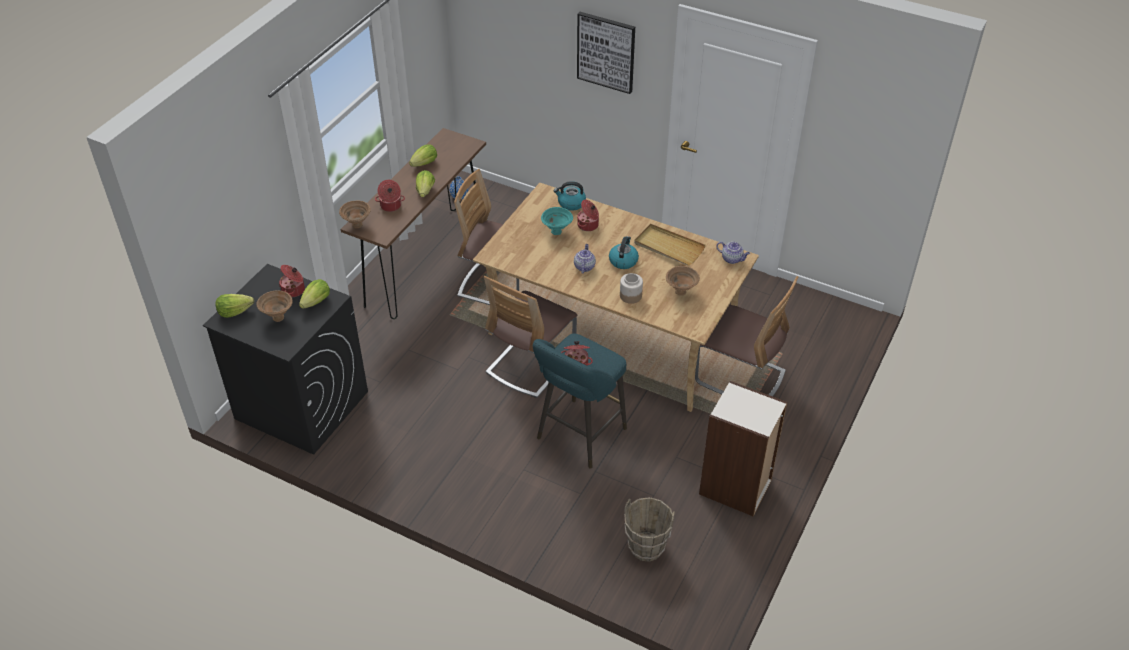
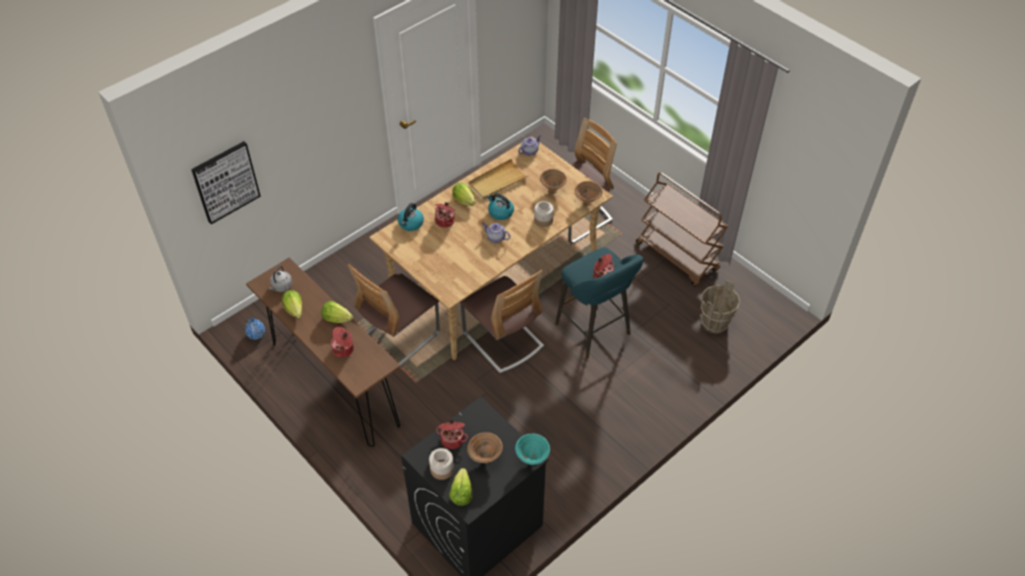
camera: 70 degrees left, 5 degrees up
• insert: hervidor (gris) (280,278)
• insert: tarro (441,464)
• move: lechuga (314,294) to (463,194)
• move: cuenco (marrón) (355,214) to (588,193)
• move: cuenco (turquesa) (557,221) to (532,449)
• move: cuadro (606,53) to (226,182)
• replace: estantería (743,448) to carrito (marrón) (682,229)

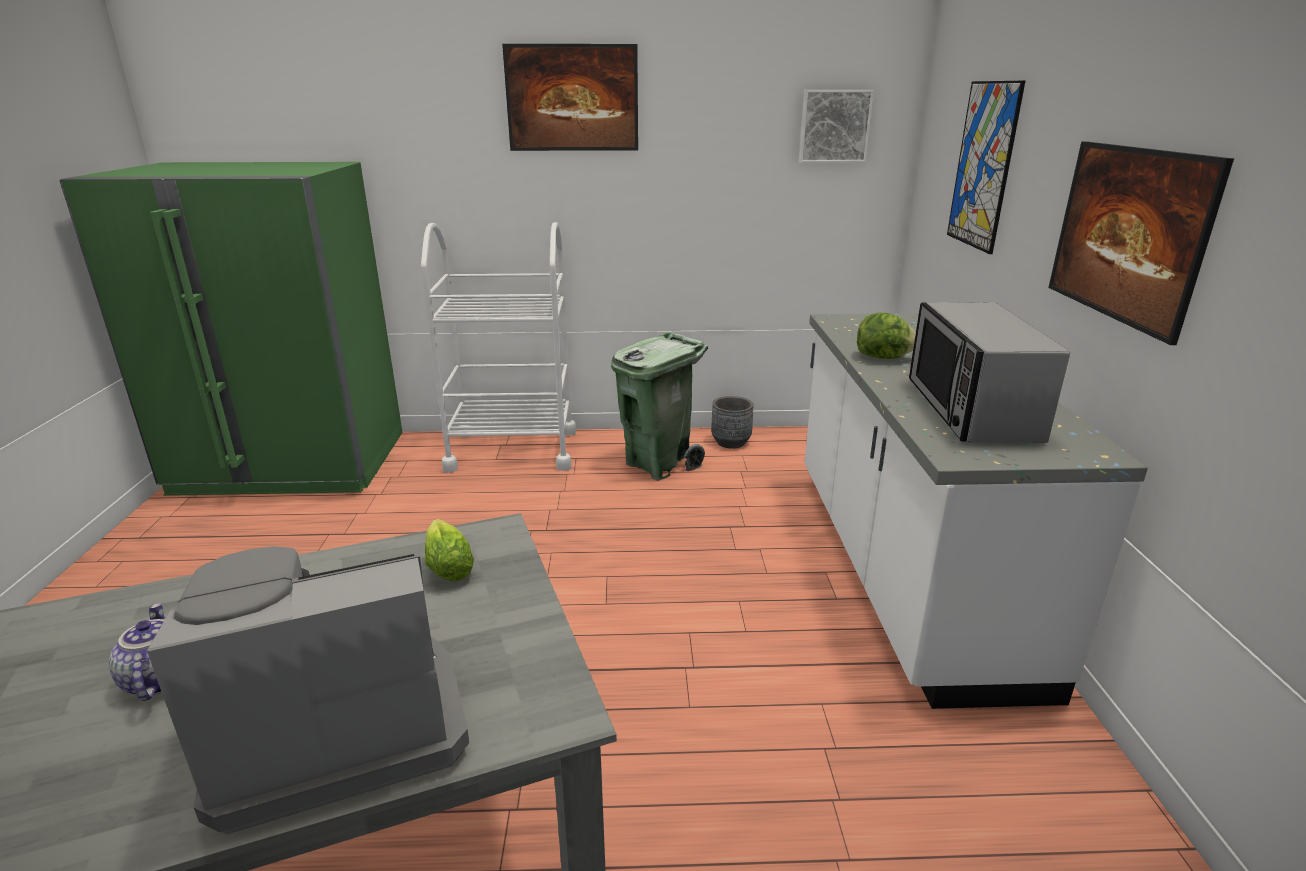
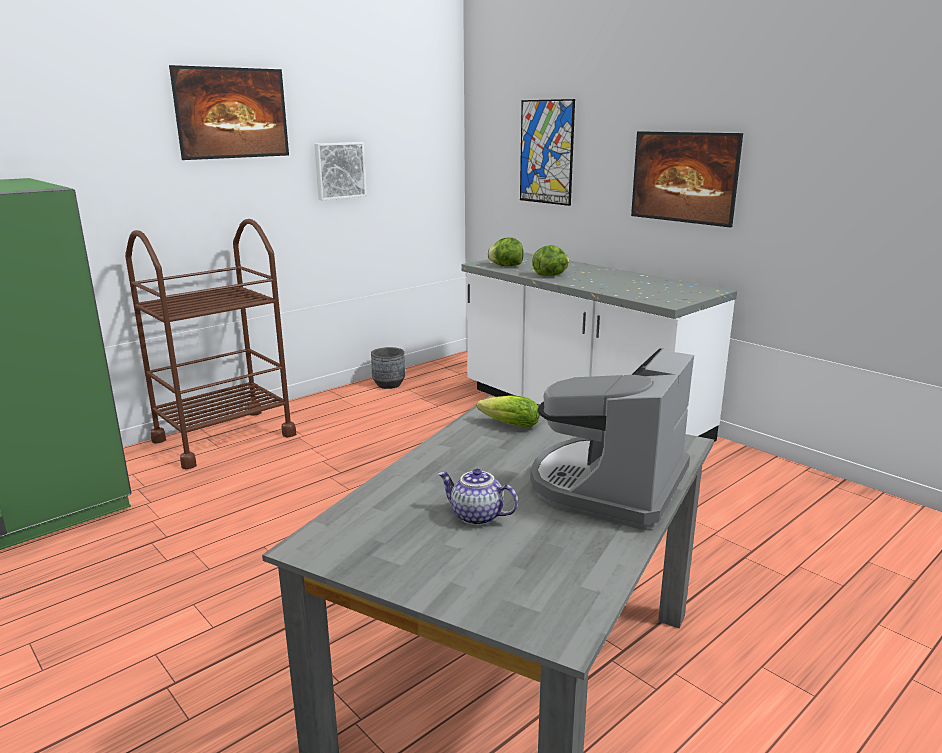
camera: 40 degrees left, 5 degrees down
• delete: papelera (verde) (659,406)
• delete: microondas (989,372)
• insert: lechuga (505,251)
• move: cuadro (836,126) to (340,171)
• recolor: carrito (blanco) (498,347) to carrito (marrón) (210,344)

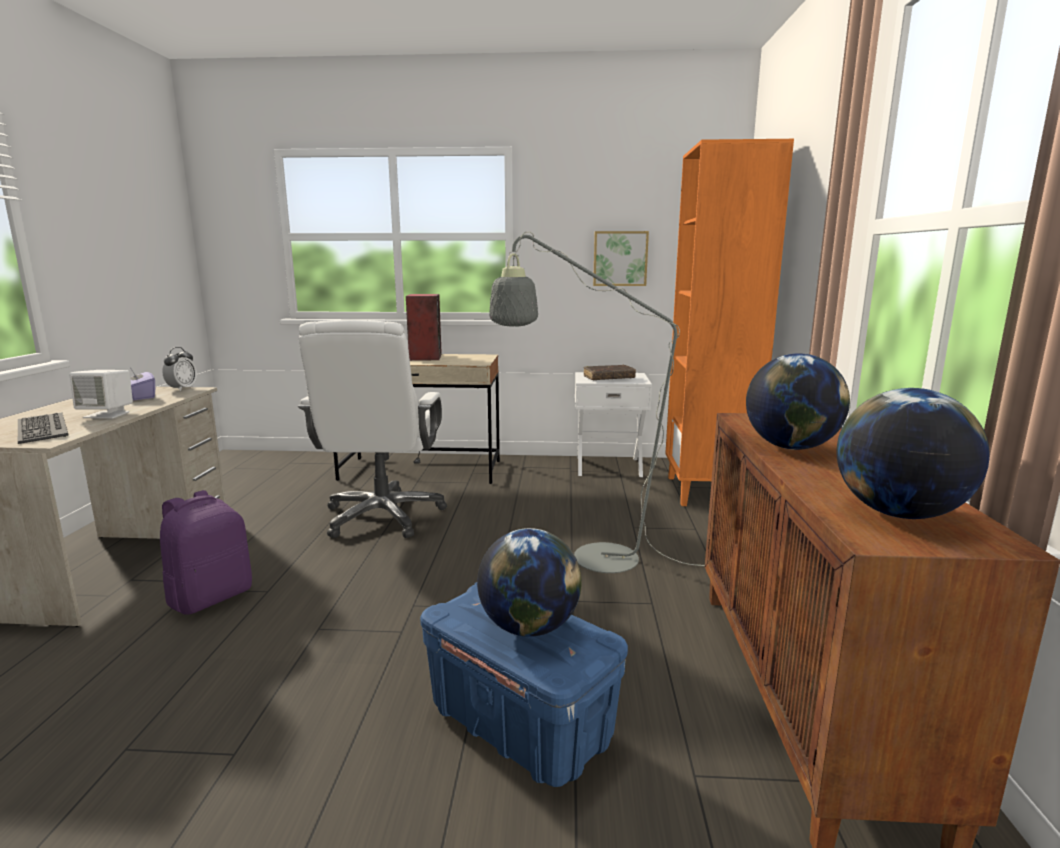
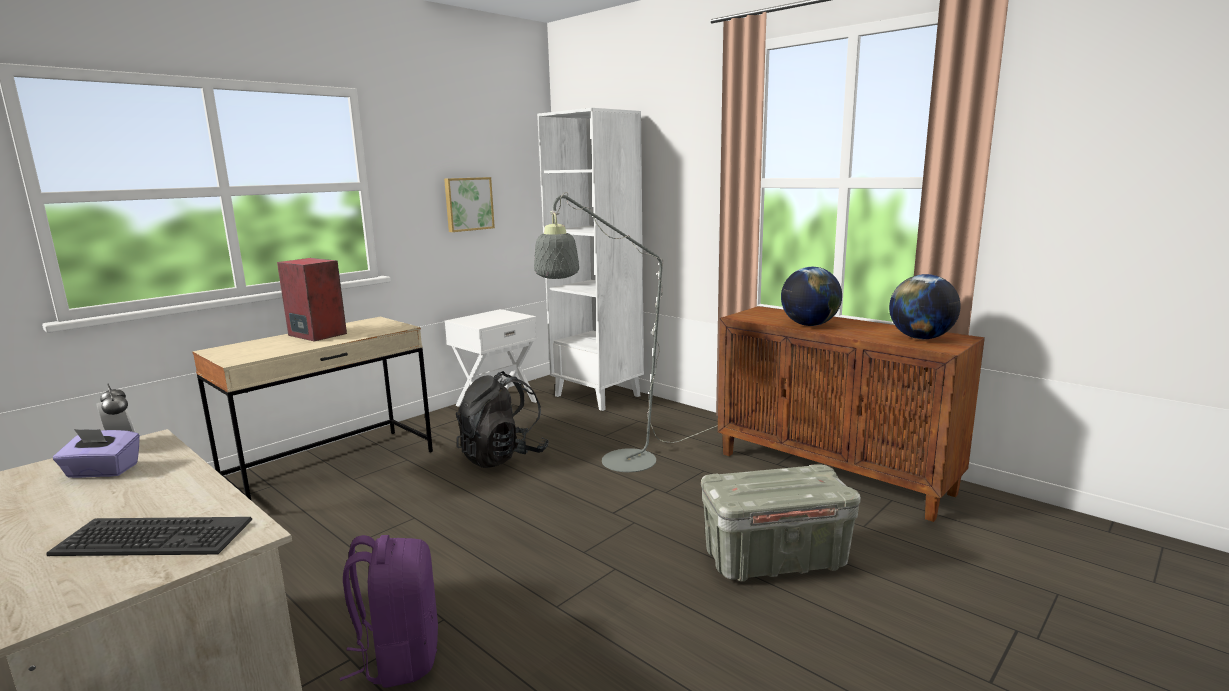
camera: 50 degrees left, 0 degrees up
• delete: altavoz (blanco) (101,394)
• delete: silla de oficina (blanco) (372,428)
• delete: globo terráqueo (529,582)
• delete: libro (marrón) (609,373)
• insert: mochila (negro) (502,419)
• recolor: caja de almacenaje (azul) (524,684) to caja de almacenaje (gris) (781,523)
• recolor: estantería (naranja) (729,322) to estantería (blanco) (590,259)

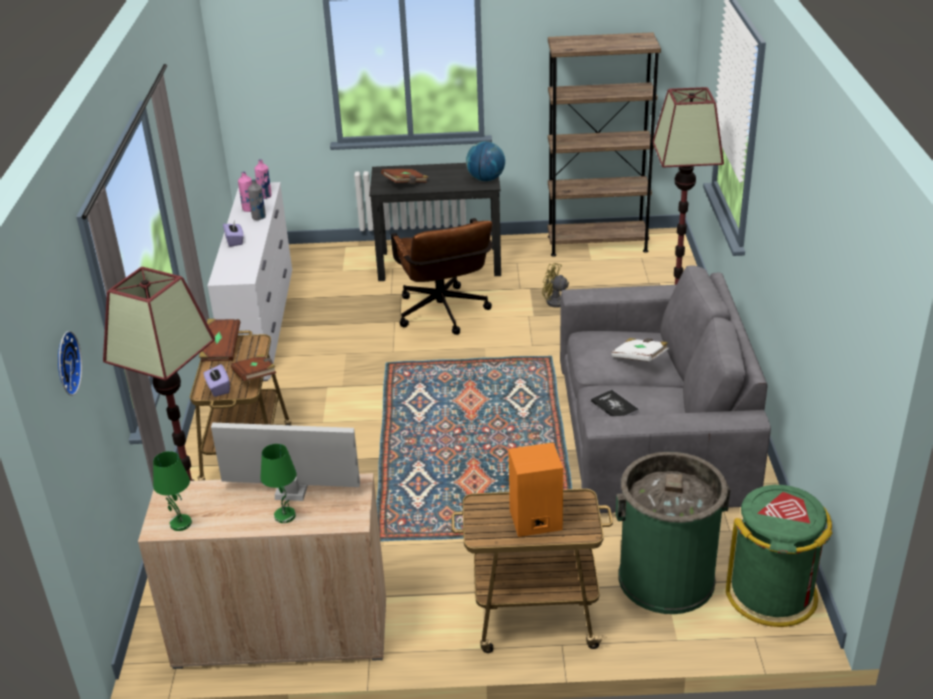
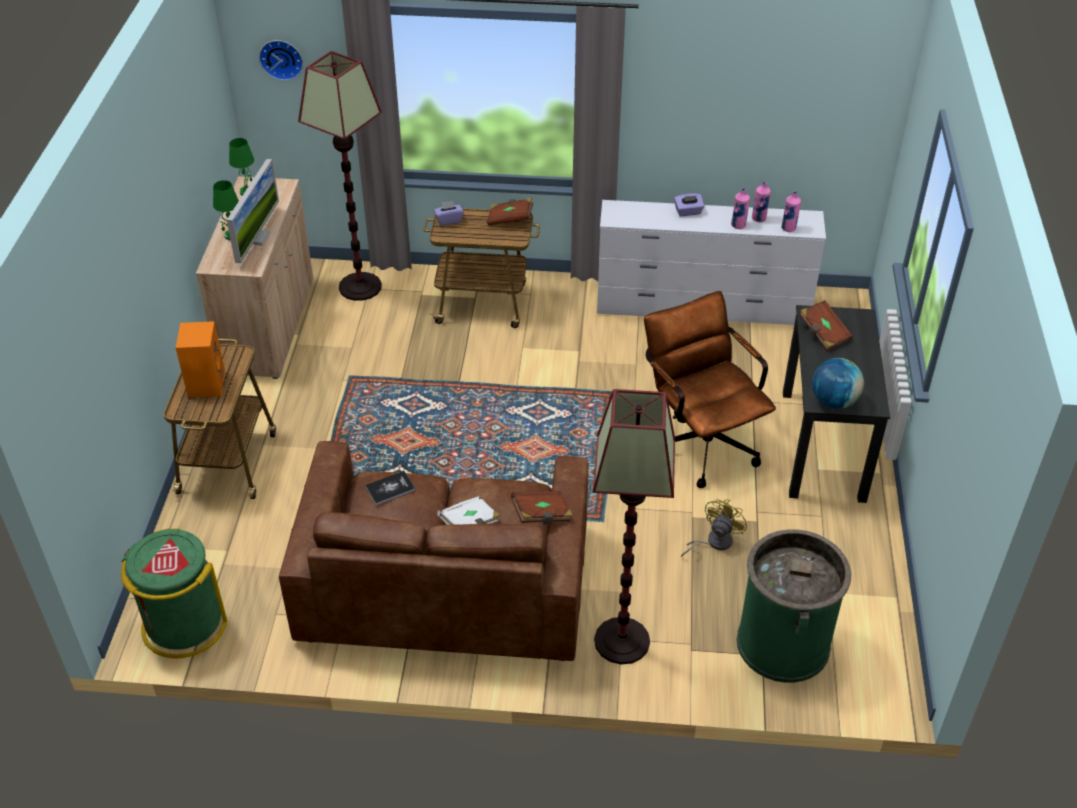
camera: 95 degrees right, 10 degrees up
• delete: estantería (marrón) (604,144)
• move: libro (marrón) (253,367) to (542,507)
• move: papelera (verde) (673,533) to (794,606)
• recolor: botella (gris) (257,199) to botella (rosa) (740,208)
• recolor: sofá (gris) (665,389) to sofá (marrón) (434,551)
• rotate: silla de oficina (marrón) (441,276) = (710,389) 75 degrees clockwise

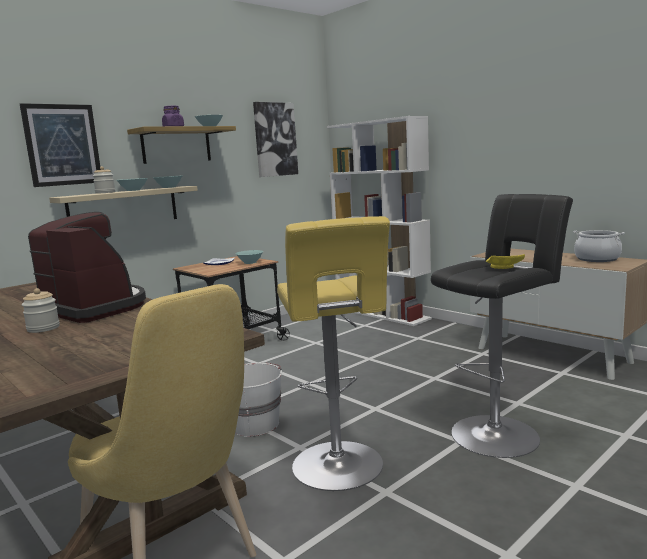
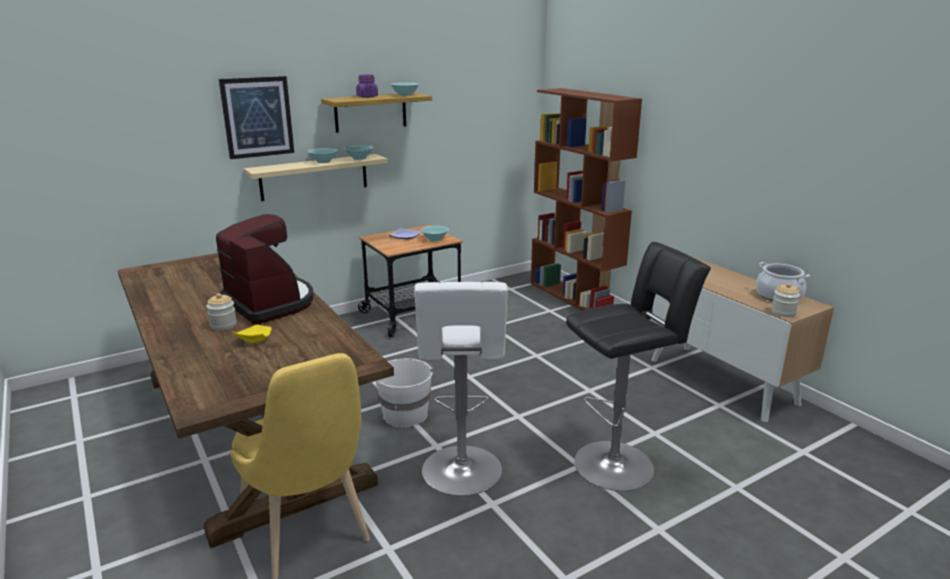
camera: 10 degrees right, 10 degrees up
• delete: cuadro (275,139)
• move: tarro (104,180) to (785,300)
• move: plato (amarillo) (505,261) to (251,334)
• recolor: taburete (amarillo) (333,353) to taburete (blanco) (461,389)
• recolor: estantería (blanco) (379,221) to estantería (marrón) (586,199)

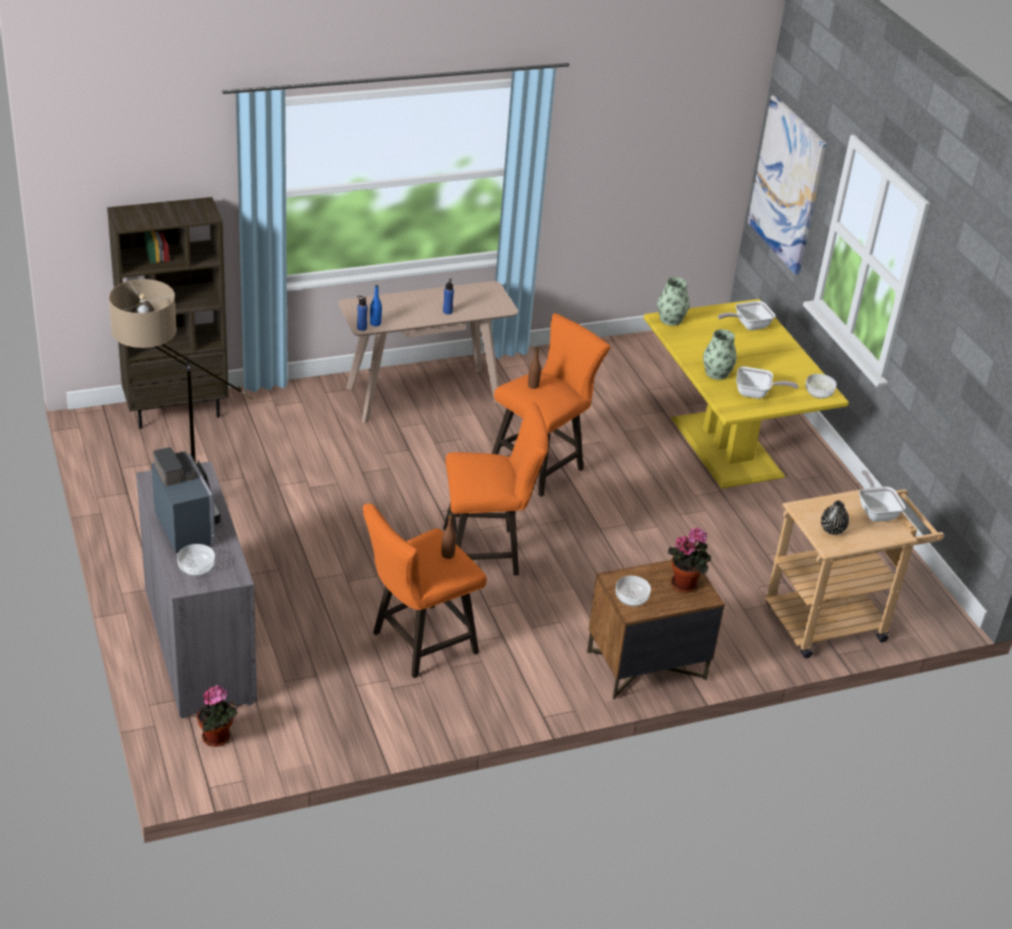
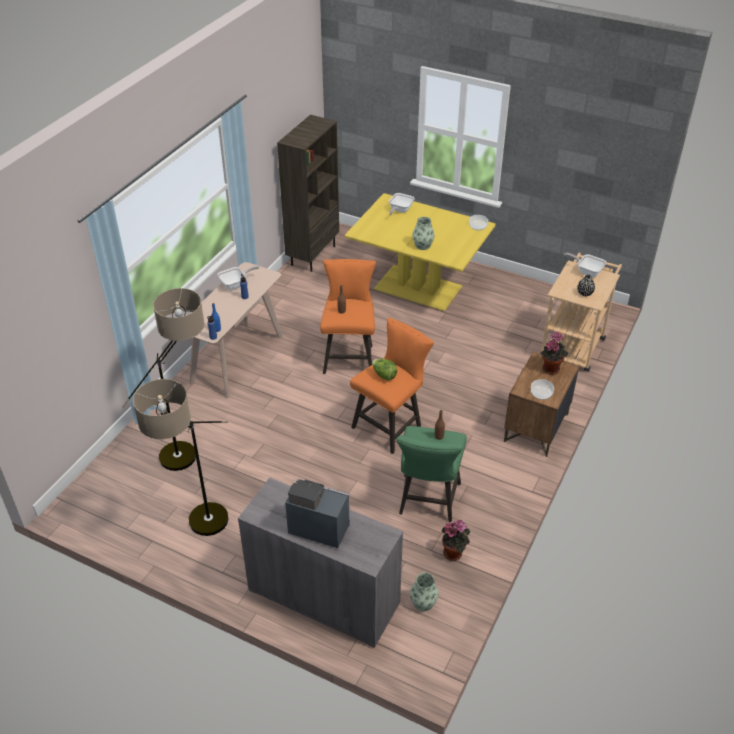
camera: 40 degrees left, 5 degrees up
• delete: cuenco (196,560)
• delete: cuadro (787,185)
• insert: lámpara de pie (163,379)
• insert: lechuga (384,369)
• move: estantería (marrón) (168,313) to (308,193)
• move: planta en maceta (217,716) to (456,540)
• move: florero (673,301) to (424,592)
• move: sartén (767,382) to (238,278)
• recolor: taburete (naranja) (425,591) to taburete (verde) (432,474)

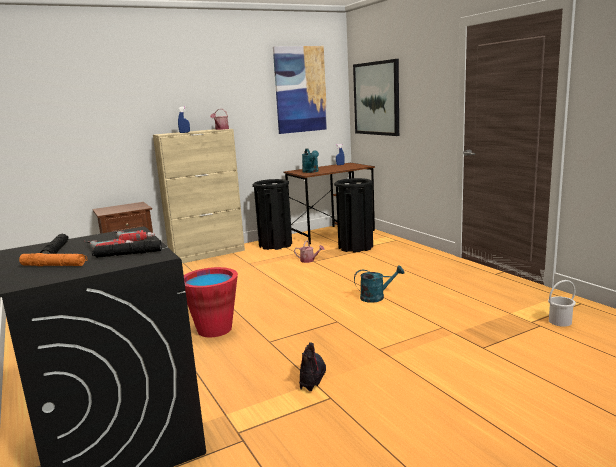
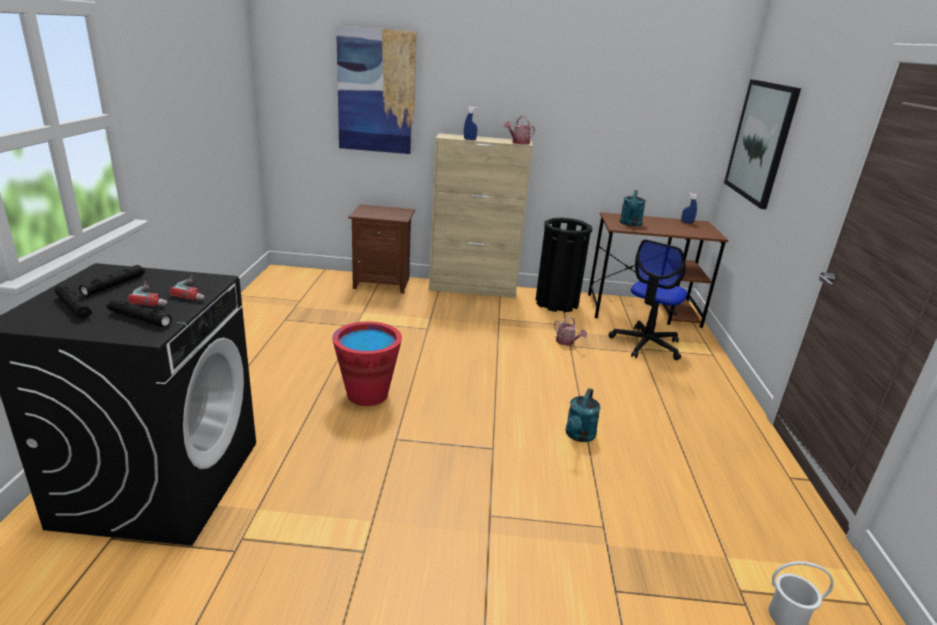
camera: 30 degrees right, 10 degrees up
• delete: bota (312,366)
• move: cuadro (300,90) to (376,89)
• replace: papelera (negro) (353,215) to silla de oficina (648,299)
• recolor: linterna (naranja) (53,259) to linterna (negro) (73,301)
• rotate: regadera (turquesa) (379,284) = (583,415) 90 degrees clockwise

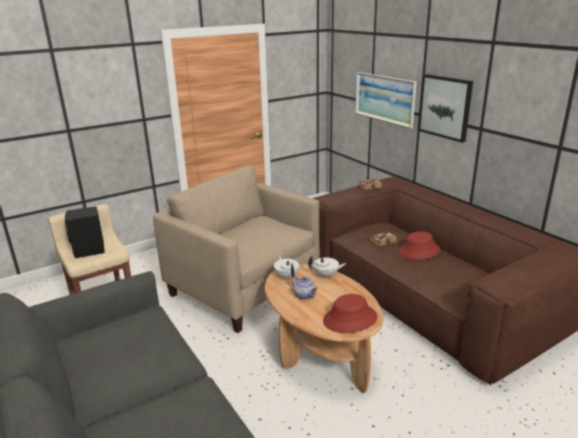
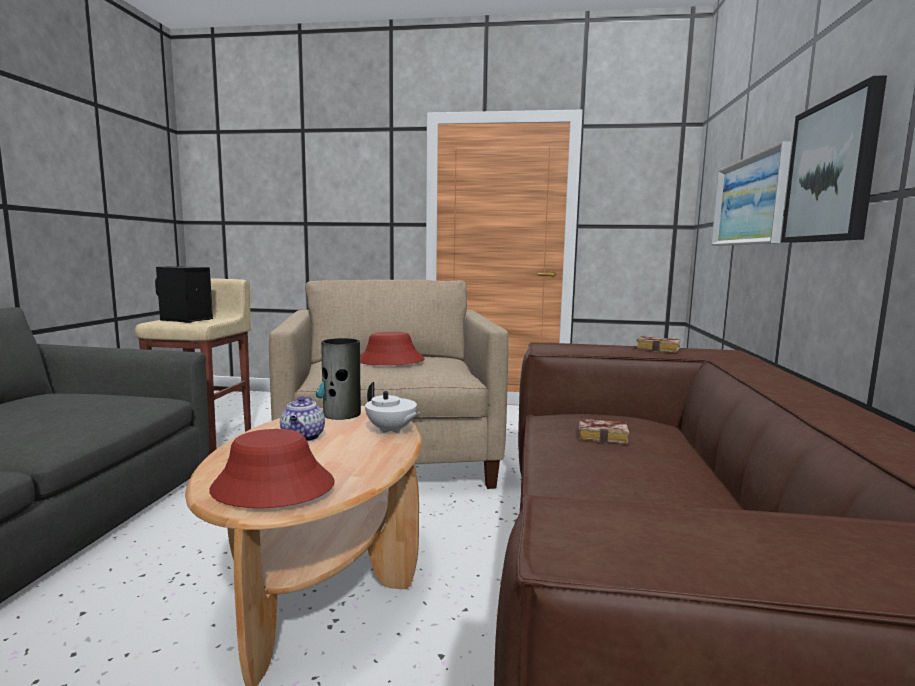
camera: 40 degrees right, 15 degrees down
• move: sombrero (rojo) (419,245) to (392,348)
• replace: tetera (blanco) (286,267) to florero (338,379)

